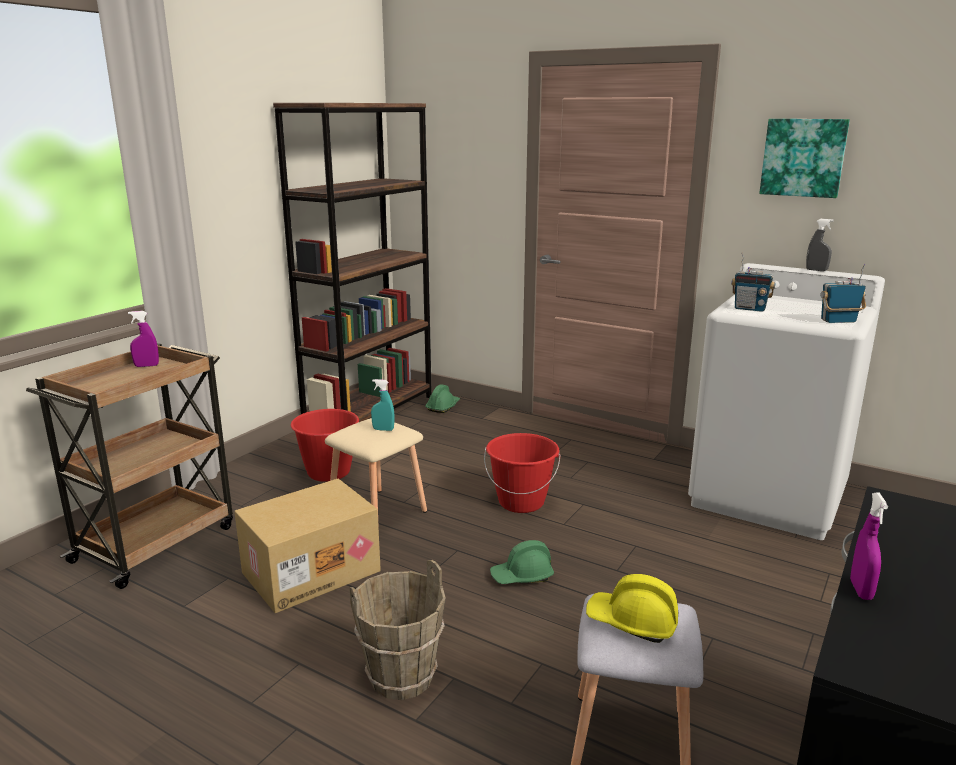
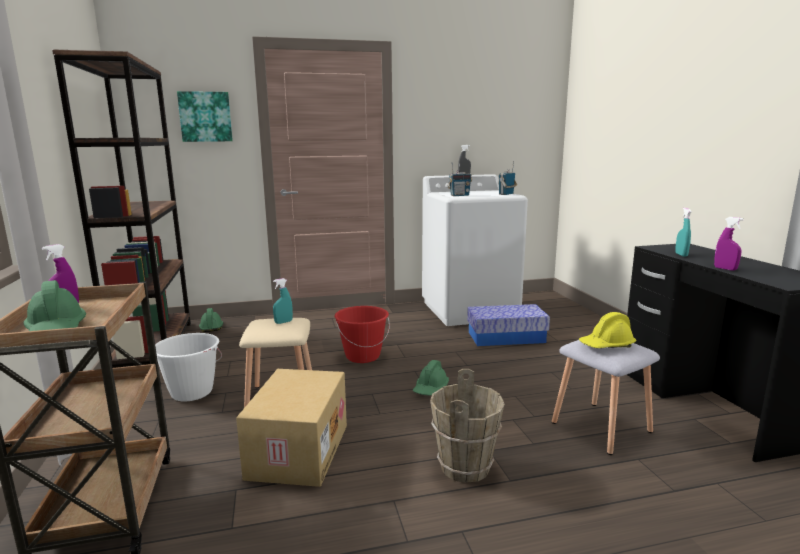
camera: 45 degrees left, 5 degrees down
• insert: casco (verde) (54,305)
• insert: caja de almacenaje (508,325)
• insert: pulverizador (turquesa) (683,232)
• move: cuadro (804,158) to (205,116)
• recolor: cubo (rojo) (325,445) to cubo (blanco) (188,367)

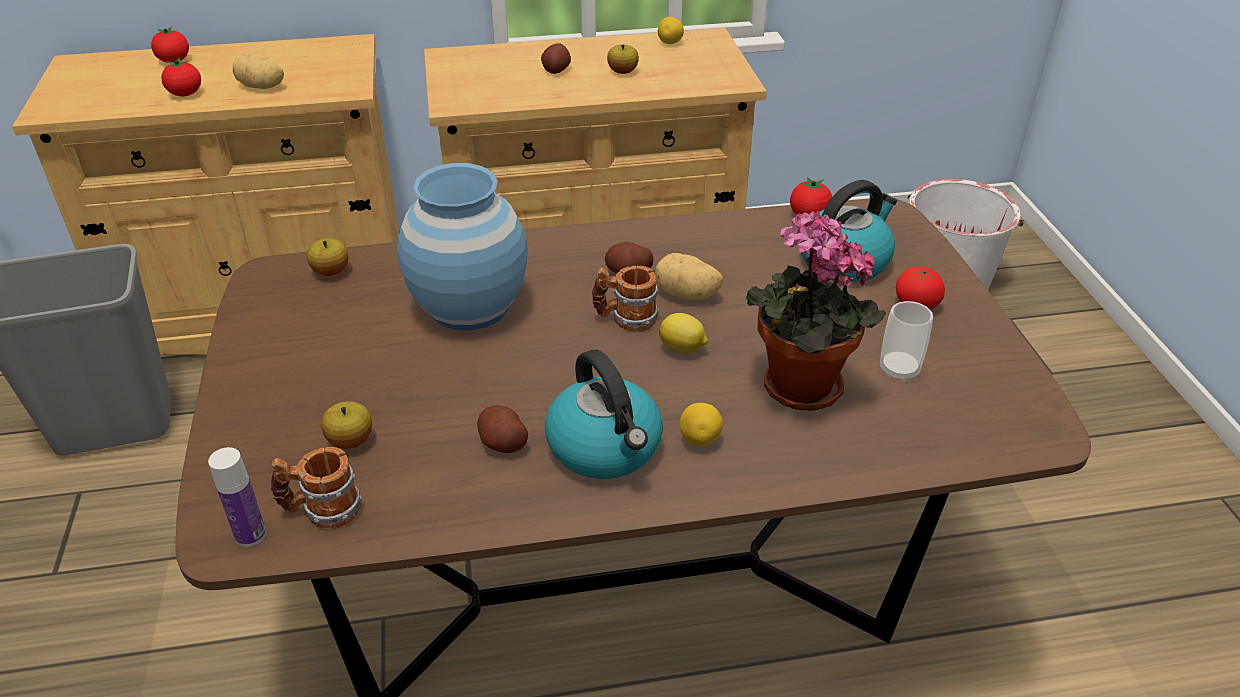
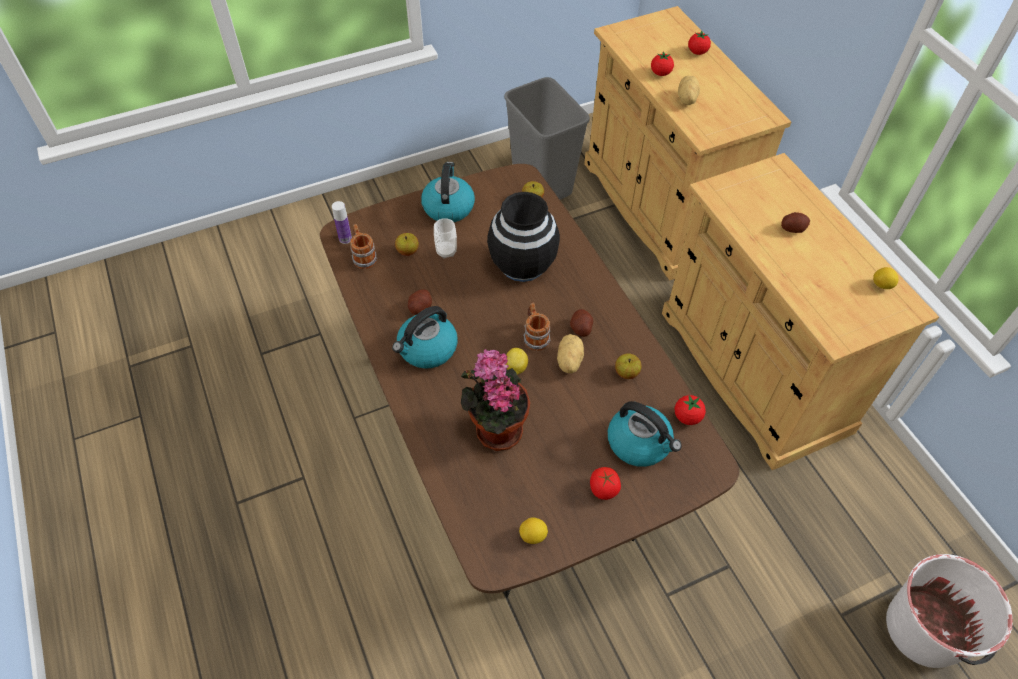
camera: 75 degrees right, 15 degrees up
• insert: hervidor (448,192)
• move: manzana (623,59) to (628,366)
• move: limón (701,424) to (533,530)
• move: taza (906,341) to (445,238)
• recolor: florero (azul) (462,247) to florero (negro) (523,237)

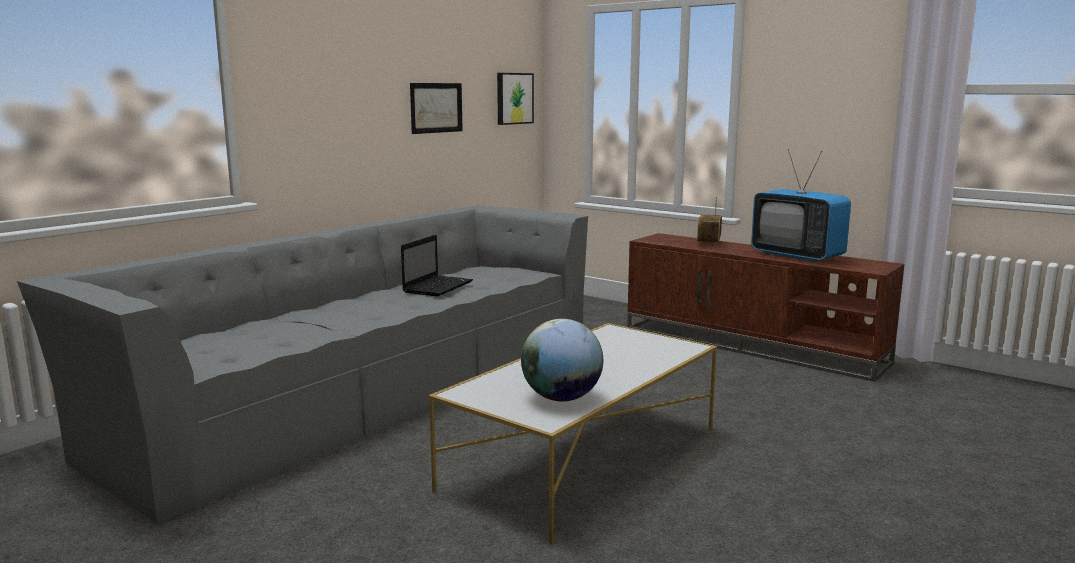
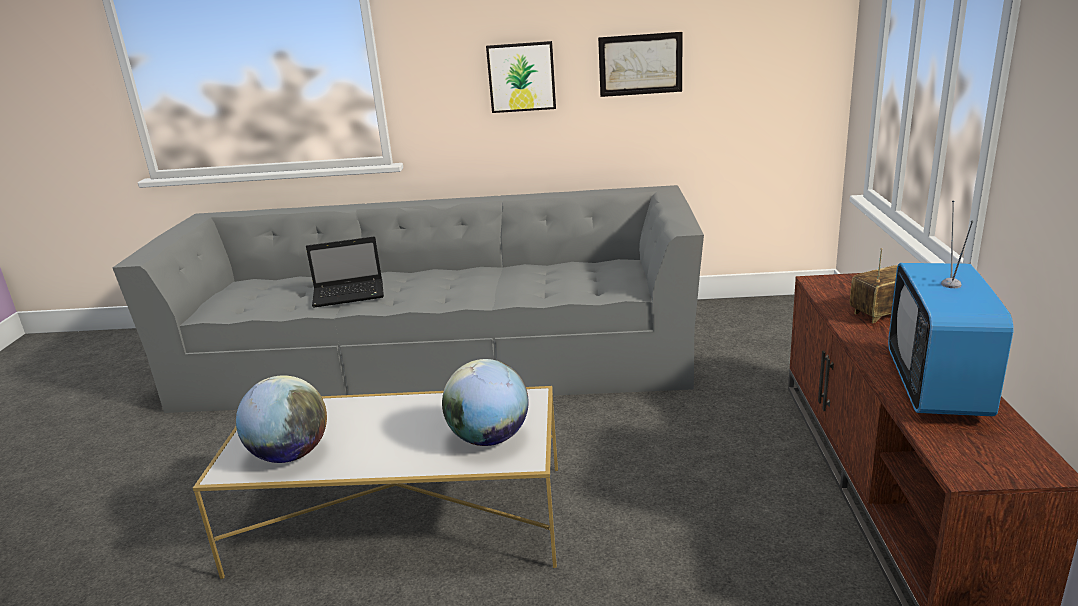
camera: 55 degrees right, 10 degrees up
• insert: globo terráqueo (485,402)
• move: portátil (437,265) to (345,272)
• move: cuadro (515,99) to (521,77)

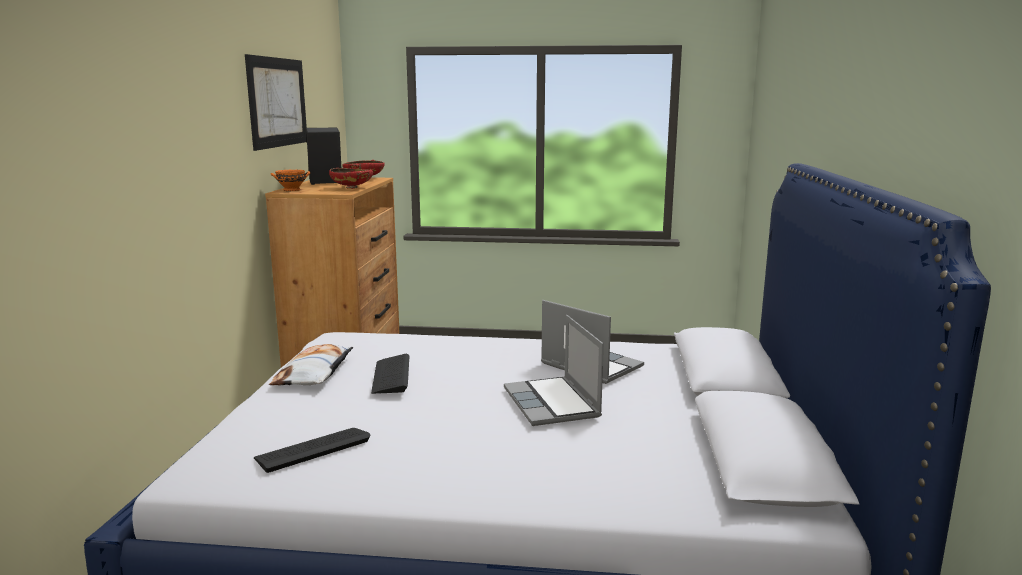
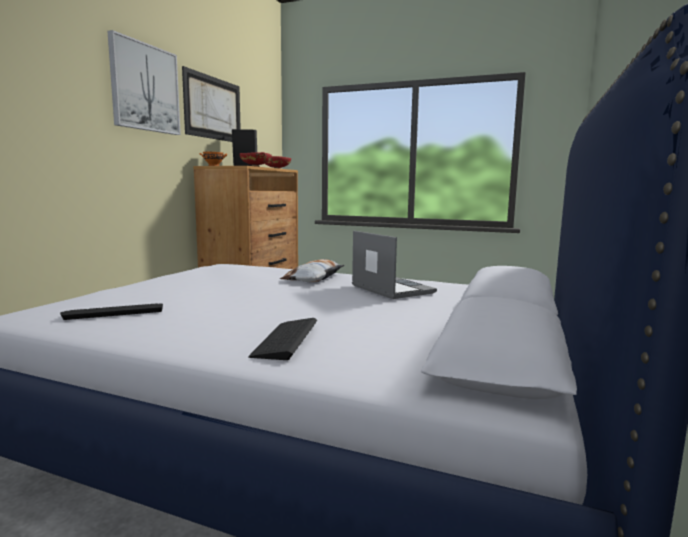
camera: 15 degrees right, 5 degrees down
• delete: portátil (554,370)
• insert: cuadro (144,82)
• move: cojín (311,364) to (312,270)
• move: teclado (390,374) to (282,339)

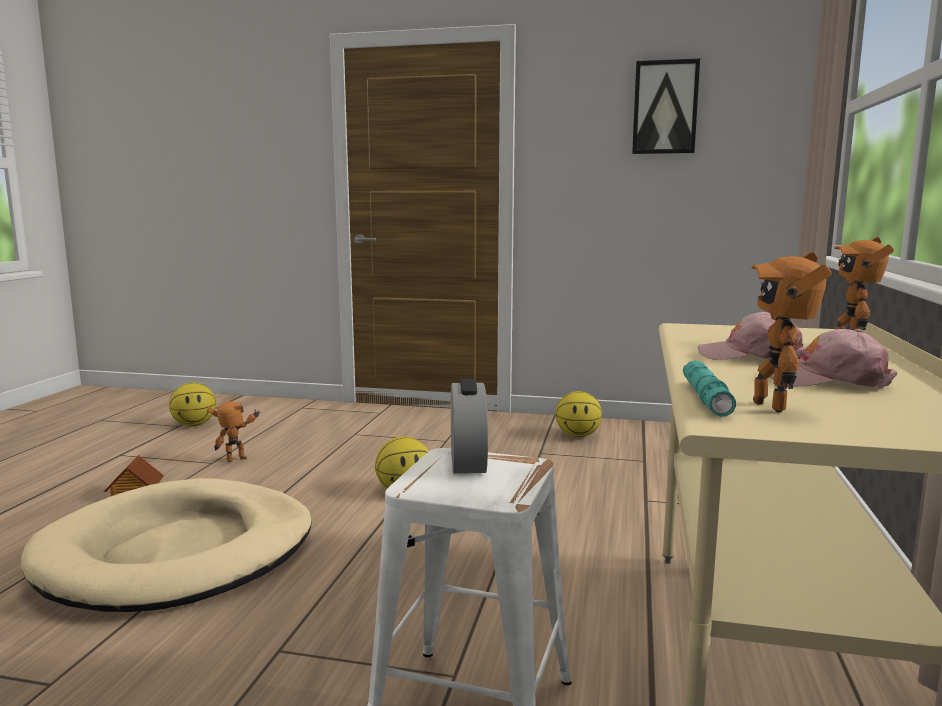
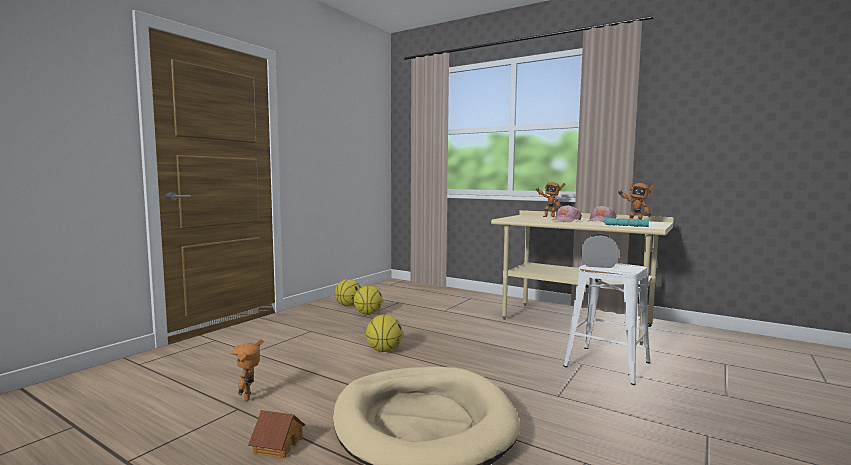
camera: 70 degrees left, 5 degrees down
• delete: cuadro (666,106)
• move: balón de baloncesto (192,404) to (368,300)

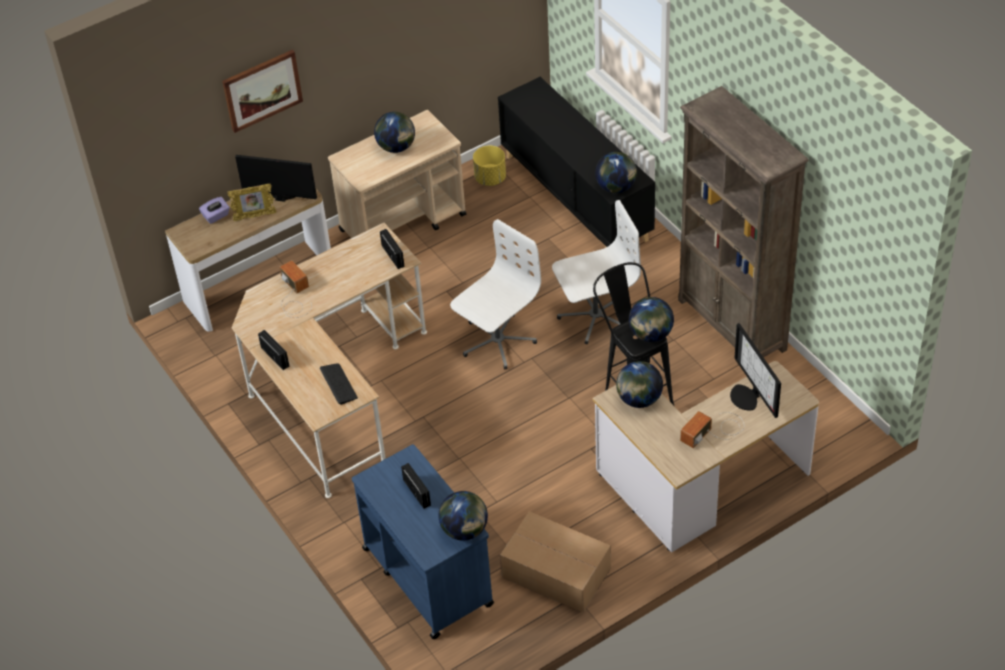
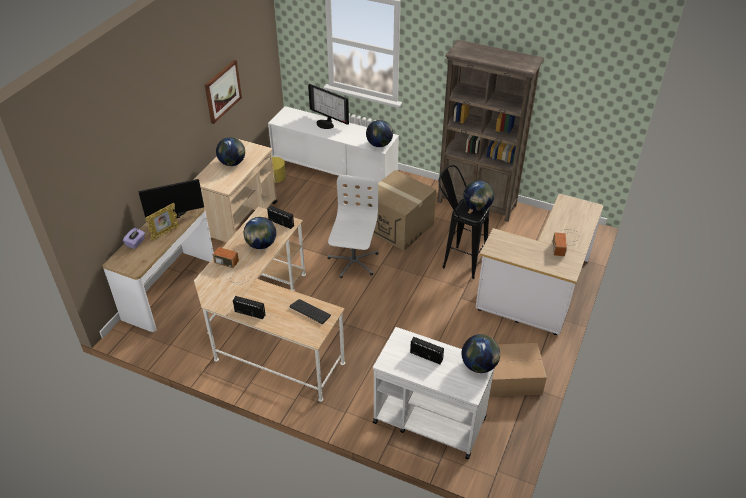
camera: 35 degrees left, 5 degrees down
• move: cuadro (262,91) to (223,92)
• move: globo terráqueo (639,384) to (260,233)
• move: monitor (755,370) to (328,106)
• replace: silla de oficina (blanco) (596,272) to caja de cartón (402,210)
• recolor: carrito (azul) (423,541) to carrito (blanco) (433,393)
• recolor: armario (negro) (576,162) to armario (blanco) (333,144)

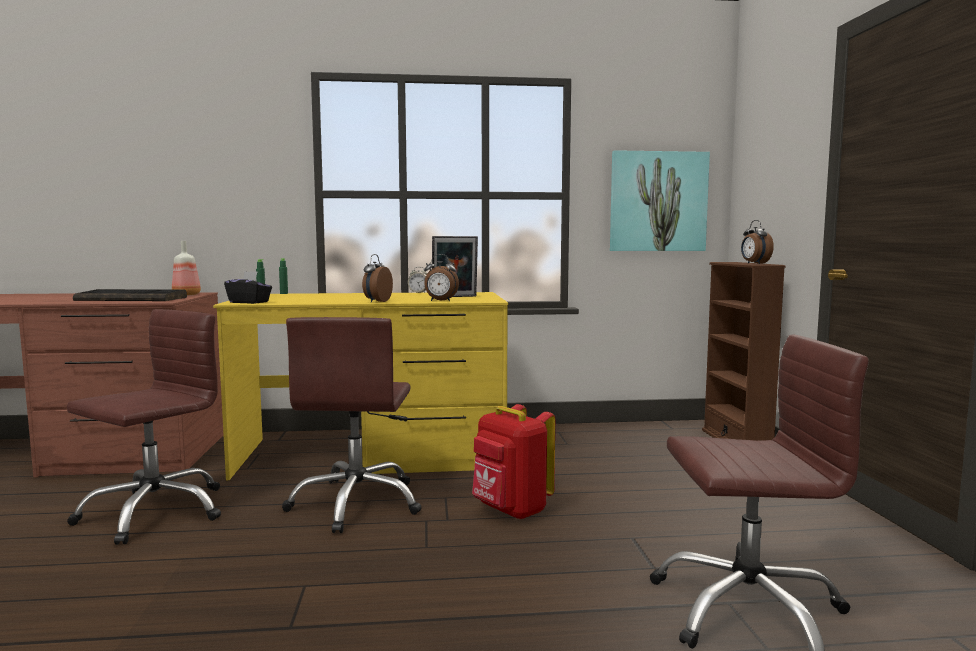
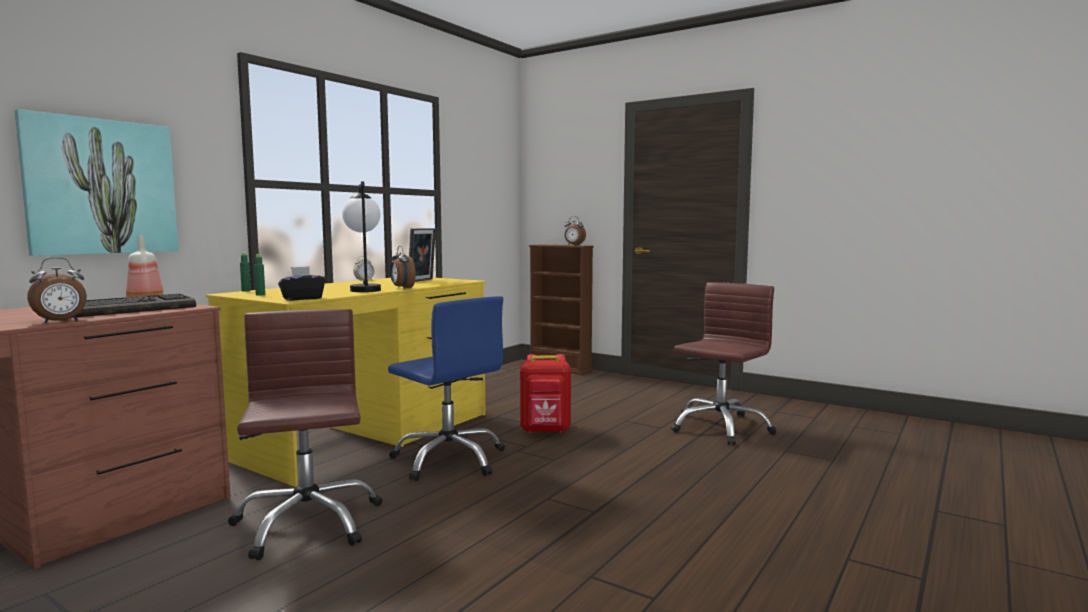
camera: 50 degrees left, 0 degrees up
• insert: lámpara de mesa (361,237)
• move: despertador (441,277) to (57,290)
• move: cuadro (660,200) to (97,182)
• recolor: silla de oficina (marrón) (352,425) to silla de oficina (azul) (446,388)

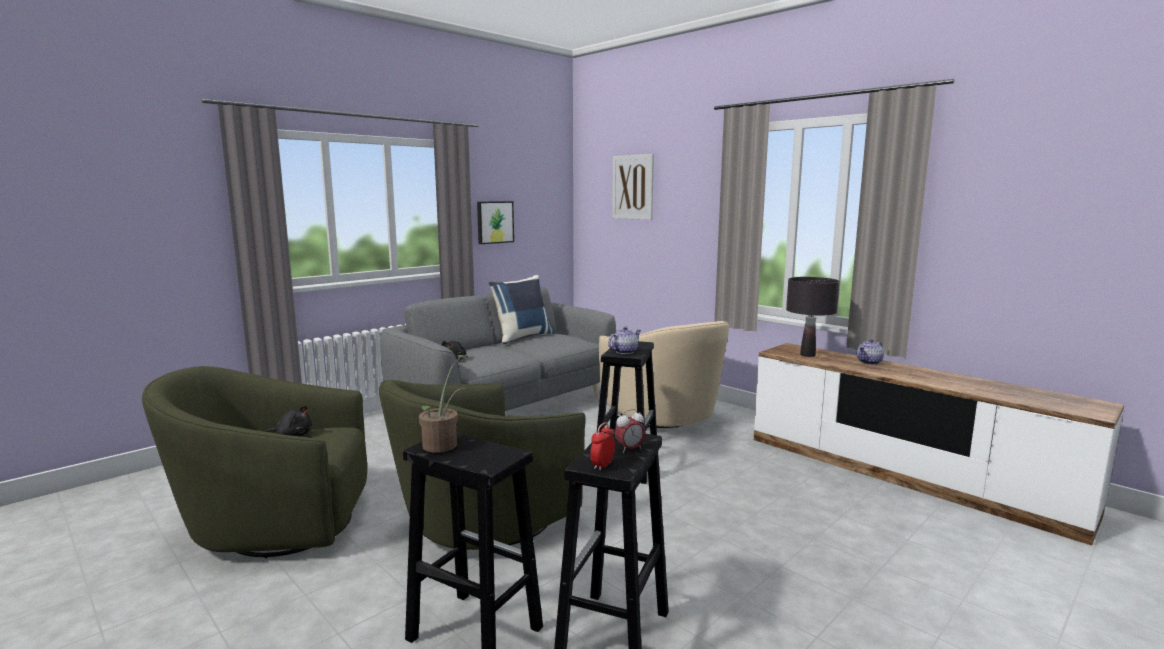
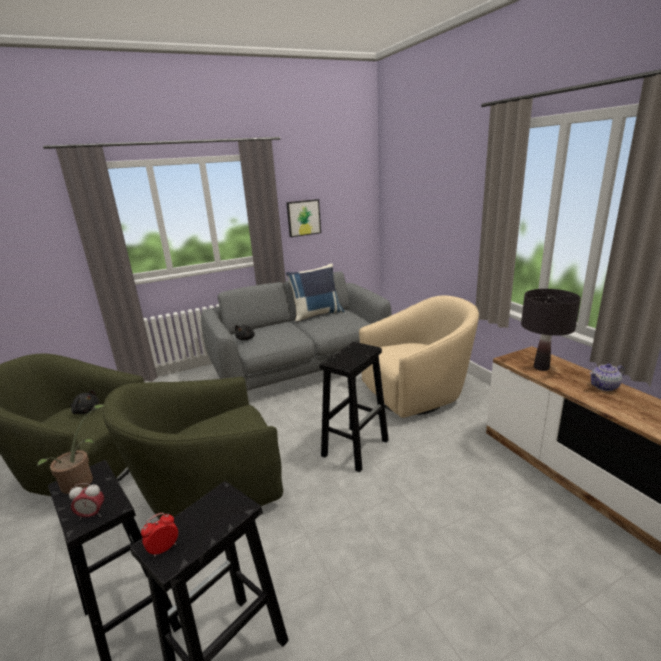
camera: 20 degrees right, 10 degrees up
• delete: tetera (624,340)
• delete: cuadro (633,187)
• move: despertador (630,431) to (86,501)
• rotate: sillón (beis) (664,374) = (419,356) 105 degrees counterclockwise

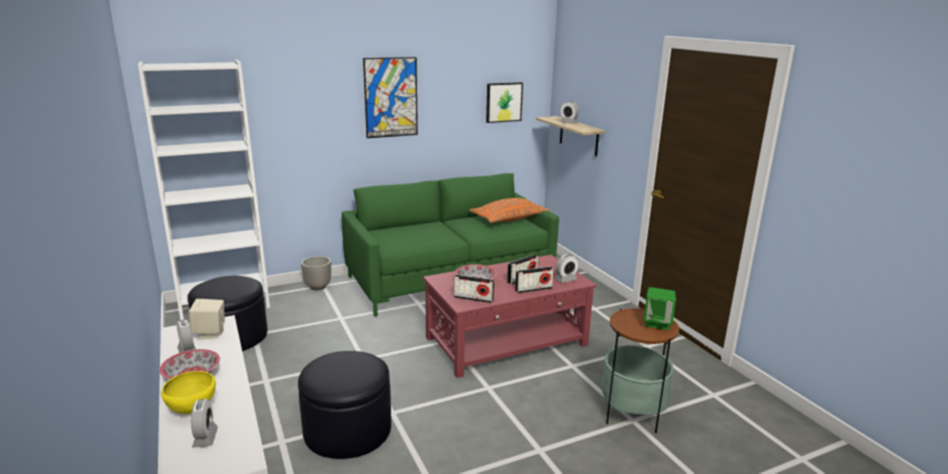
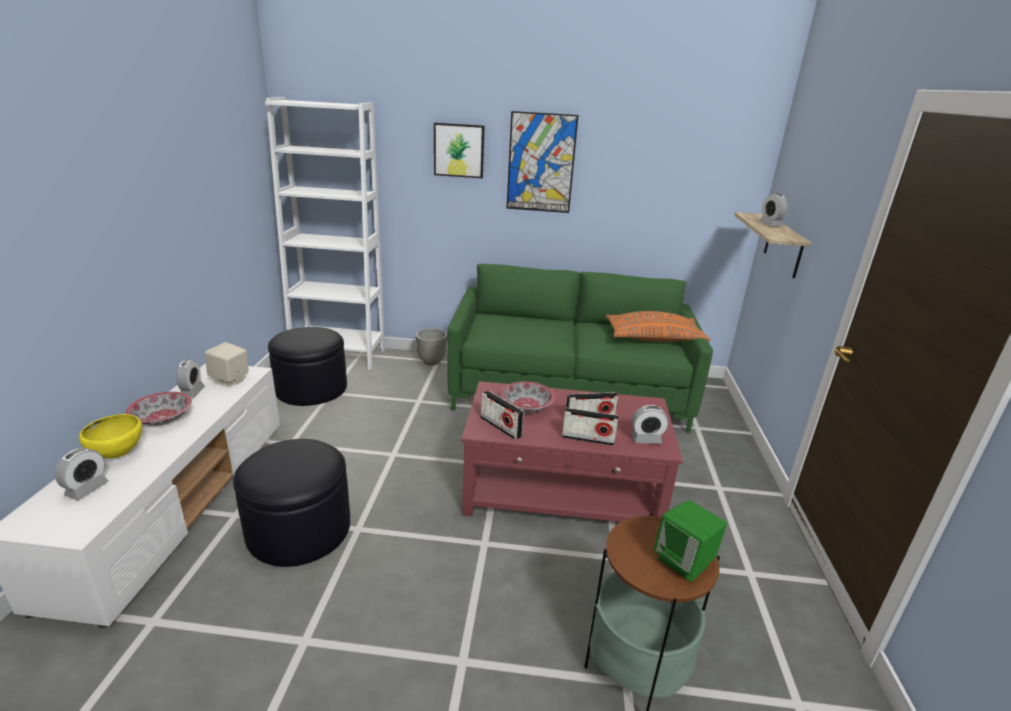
camera: 30 degrees right, 5 degrees up
• move: cuadro (504,102) to (459,150)

